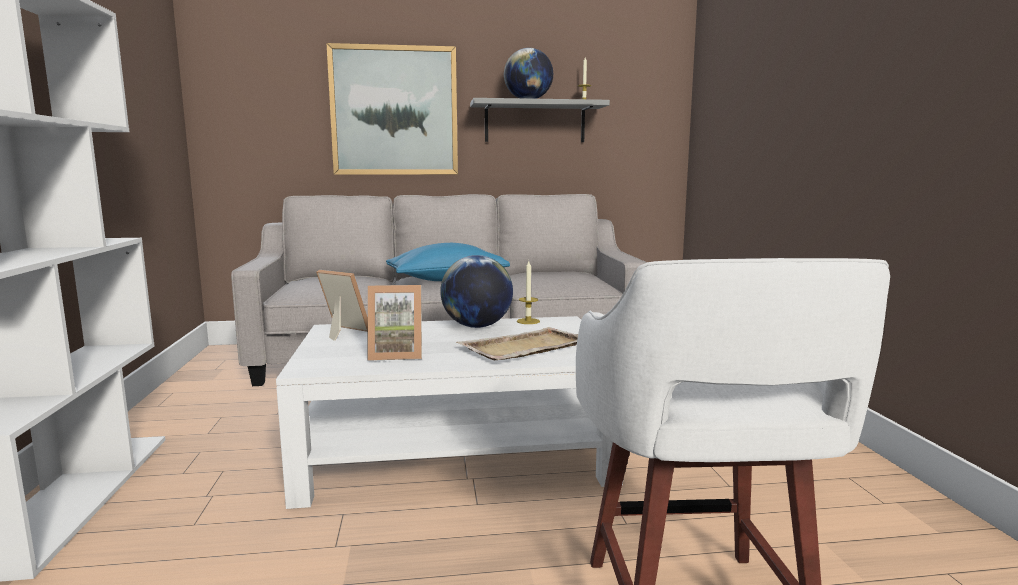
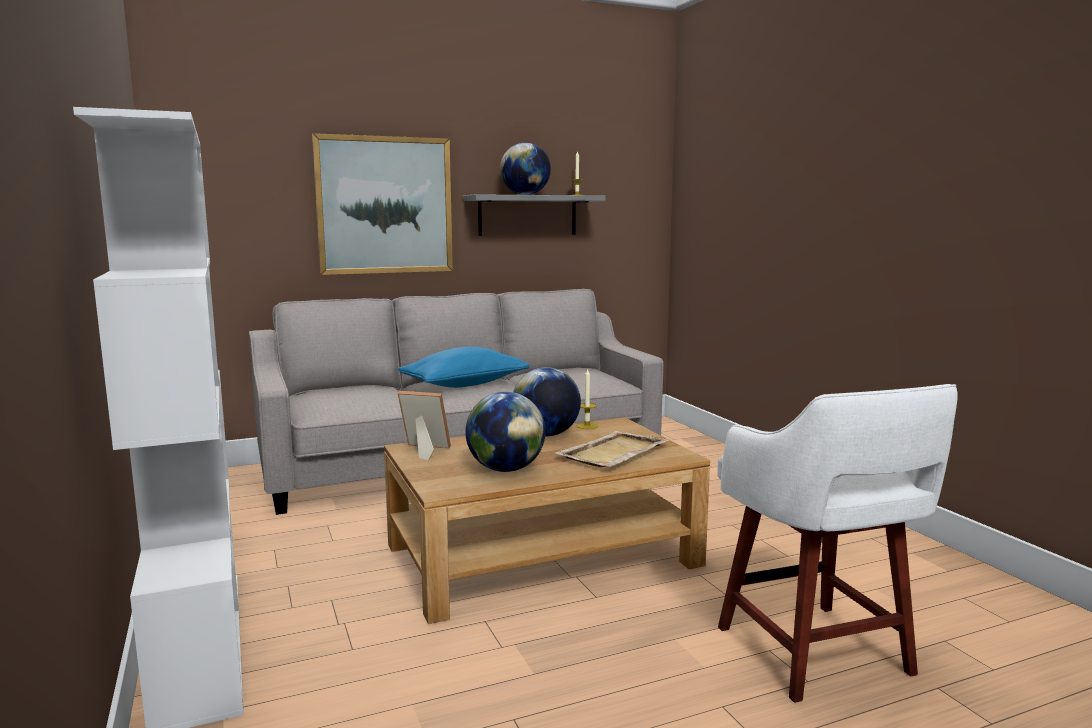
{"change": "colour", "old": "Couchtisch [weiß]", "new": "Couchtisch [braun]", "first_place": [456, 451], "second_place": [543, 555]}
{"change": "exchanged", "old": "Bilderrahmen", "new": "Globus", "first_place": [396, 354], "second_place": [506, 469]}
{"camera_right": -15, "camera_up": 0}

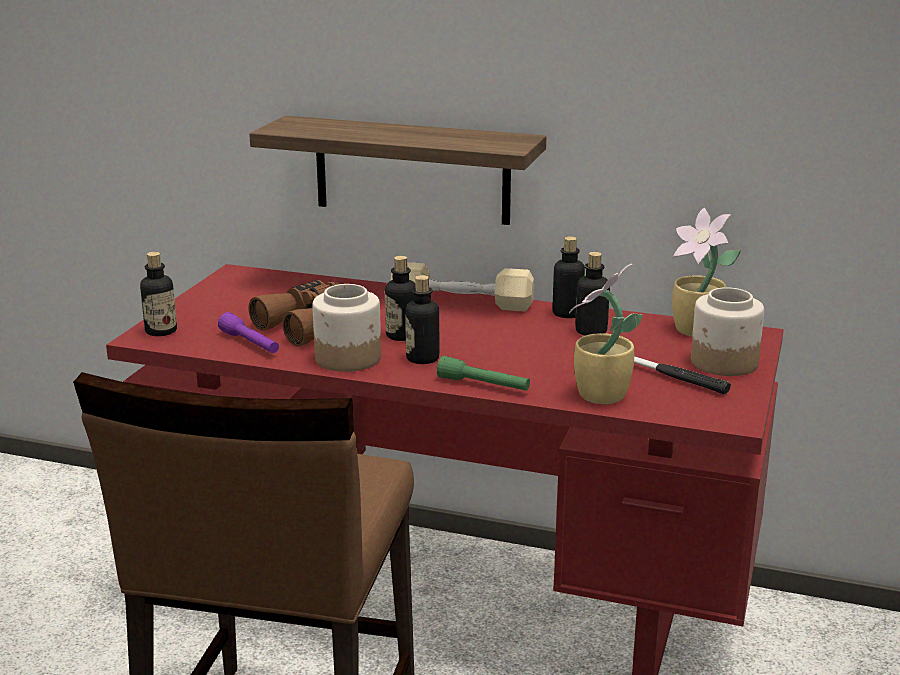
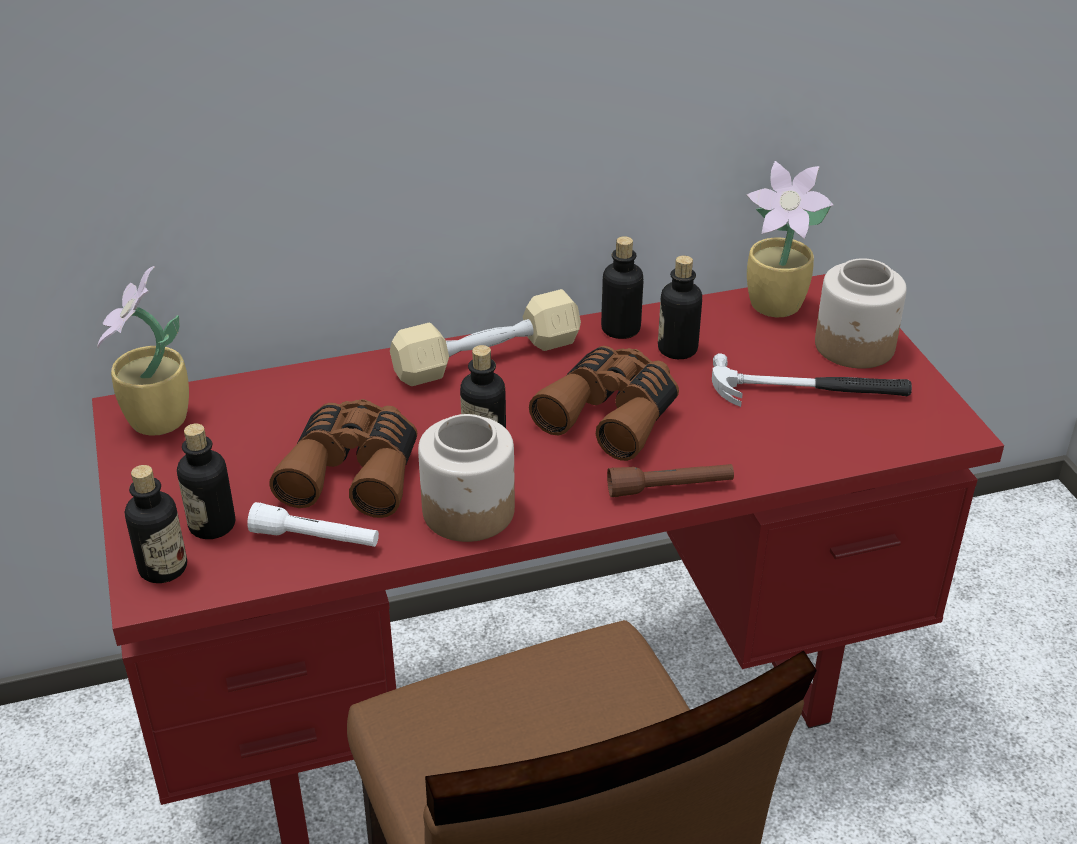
{"change": "colour", "old": "Taschenlampe [lila]", "new": "Taschenlampe [weiß]", "first_place": [250, 344], "second_place": [315, 539]}
{"change": "missing", "old": "Wandregal", "first_place": [412, 170]}
{"change": "relocated", "old": "Flasche", "first_place": [422, 358], "second_place": [212, 525]}
{"change": "colour", "old": "Taschenlampe [grün]", "new": "Taschenlampe [braun]", "first_place": [483, 385], "second_place": [670, 488]}
{"change": "relocated", "old": "Topfpflanze", "first_place": [599, 396], "second_place": [157, 422]}
{"change": "appeared", "new": "Fernglas [braun]", "second_place": [611, 414]}
{"camera_right": -35, "camera_up": 15}

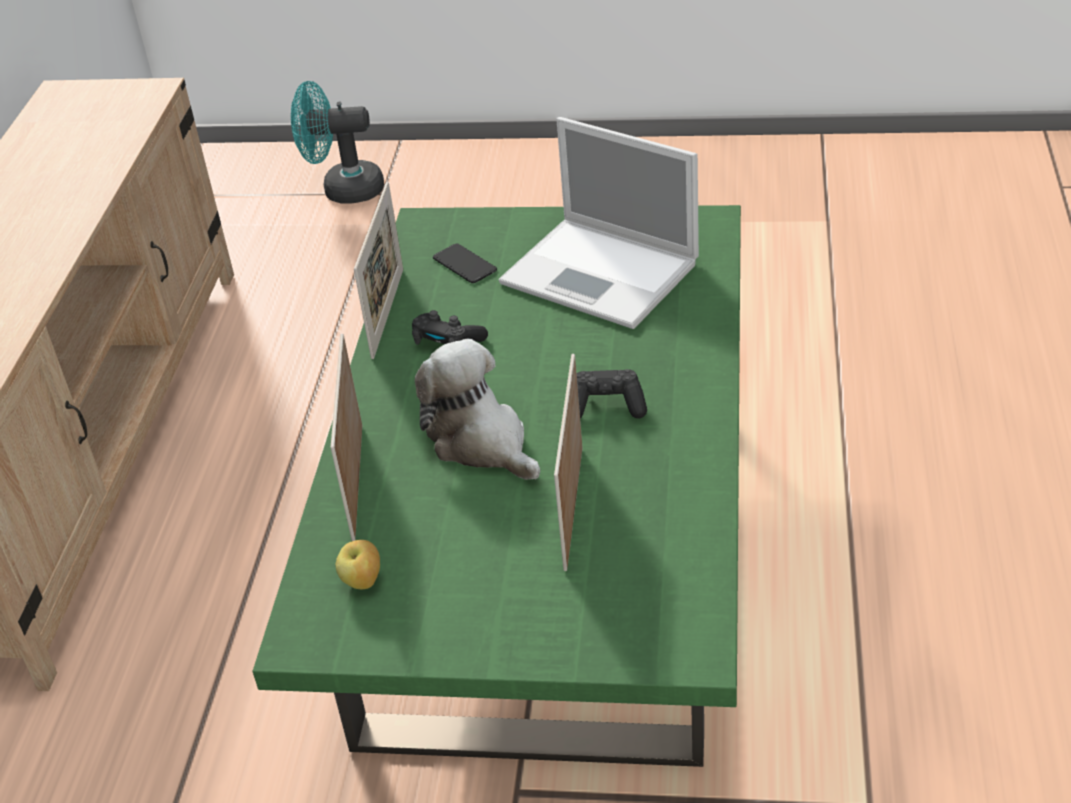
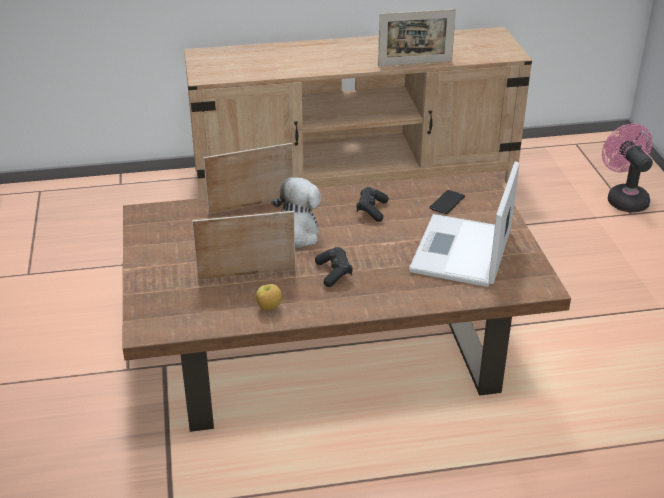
{"change": "colour", "old": "Couchtisch [grün]", "new": "Couchtisch [braun]", "first_place": [555, 558], "second_place": [329, 348]}
{"change": "colour", "old": "Ventilator [türkis]", "new": "Ventilator [rosa]", "first_place": [343, 190], "second_place": [623, 198]}
{"change": "relocated", "old": "Apfel", "first_place": [363, 582], "second_place": [269, 307]}
{"change": "relocated", "old": "Bilderrahmen", "first_place": [387, 312], "second_place": [415, 63]}
{"camera_right": 70, "camera_up": -5}

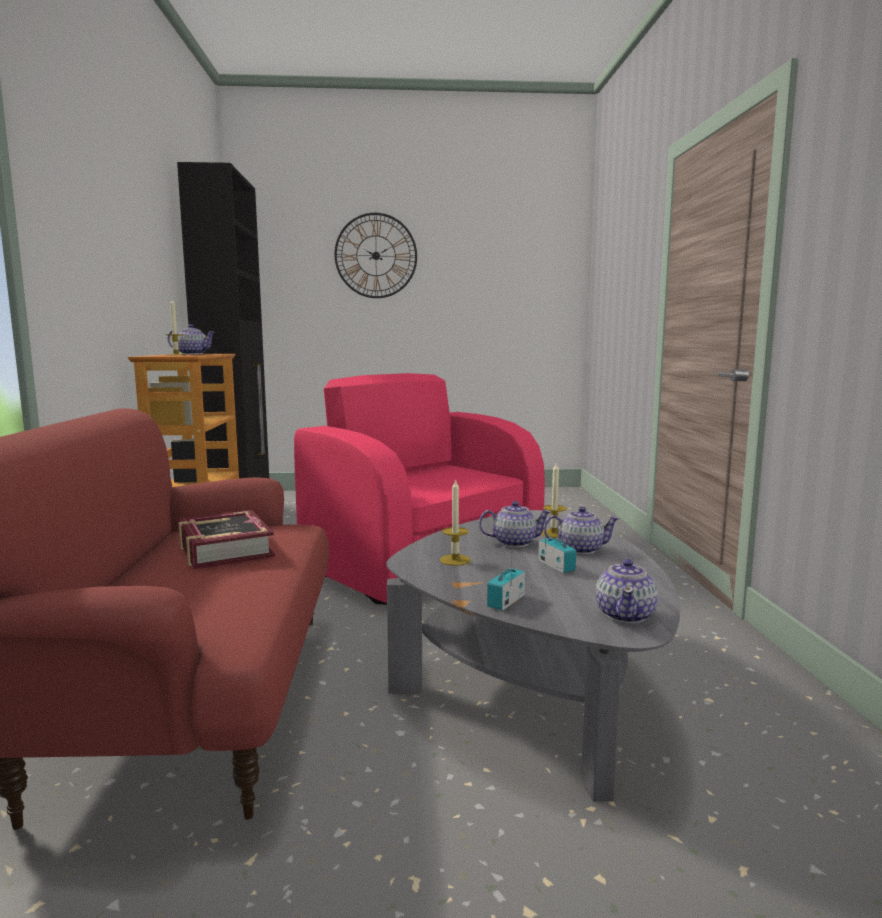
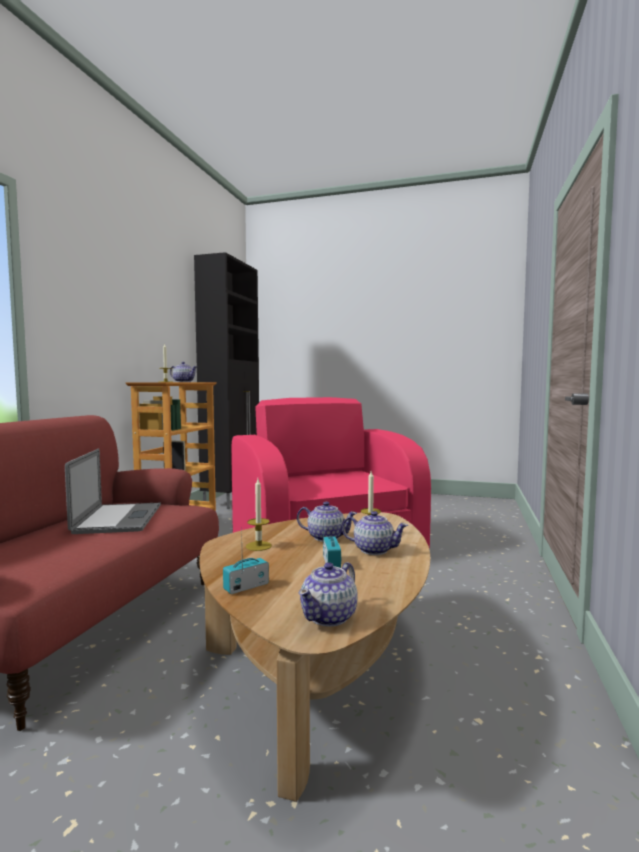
{"change": "exchanged", "old": "Buch", "new": "Laptop", "first_place": [224, 549], "second_place": [118, 518]}
{"change": "missing", "old": "Wanduhr", "first_place": [376, 256]}
{"change": "colour", "old": "Couchtisch [grau]", "new": "Couchtisch [braun]", "first_place": [531, 684], "second_place": [323, 667]}
{"camera_right": 20, "camera_up": -5}

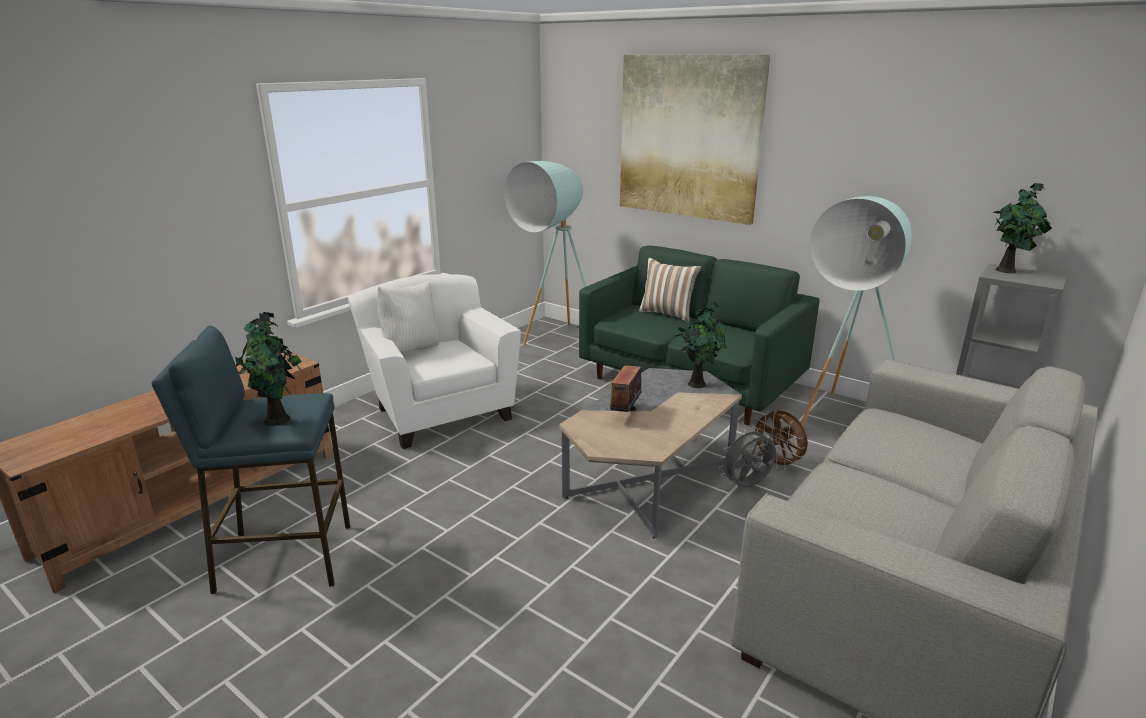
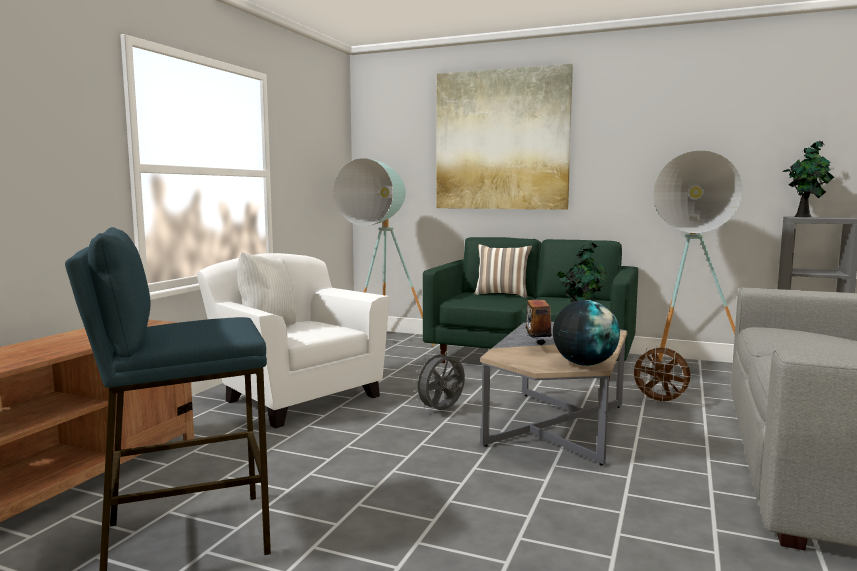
{"change": "missing", "old": "Topfpflanze", "first_place": [279, 420]}
{"change": "relocated", "old": "Ventilator [grau]", "first_place": [746, 487], "second_place": [441, 411]}
{"change": "appeared", "new": "Globus", "second_place": [584, 364]}
{"camera_right": -15, "camera_up": -15}

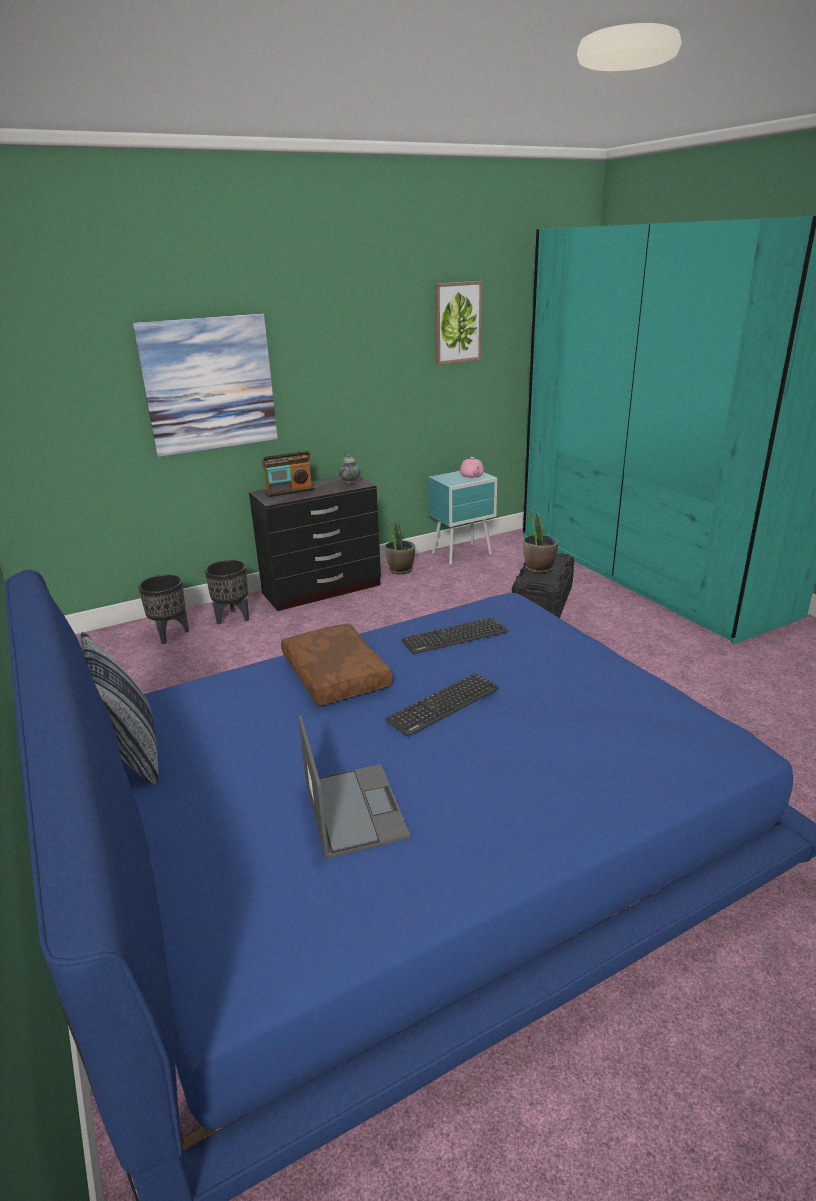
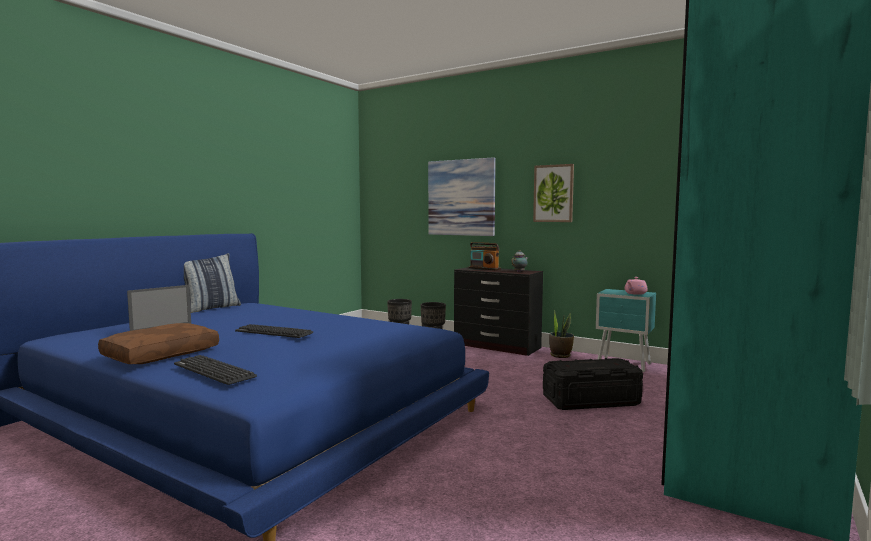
{"change": "relocated", "old": "Kissen [braun]", "first_place": [333, 675], "second_place": [161, 354]}
{"change": "relocated", "old": "Tastatur", "first_place": [455, 636], "second_place": [213, 371]}
{"change": "relocated", "old": "Bild", "first_place": [457, 322], "second_place": [553, 193]}
{"change": "missing", "old": "Topfpflanze", "first_place": [538, 568]}
{"camera_right": 60, "camera_up": -20}

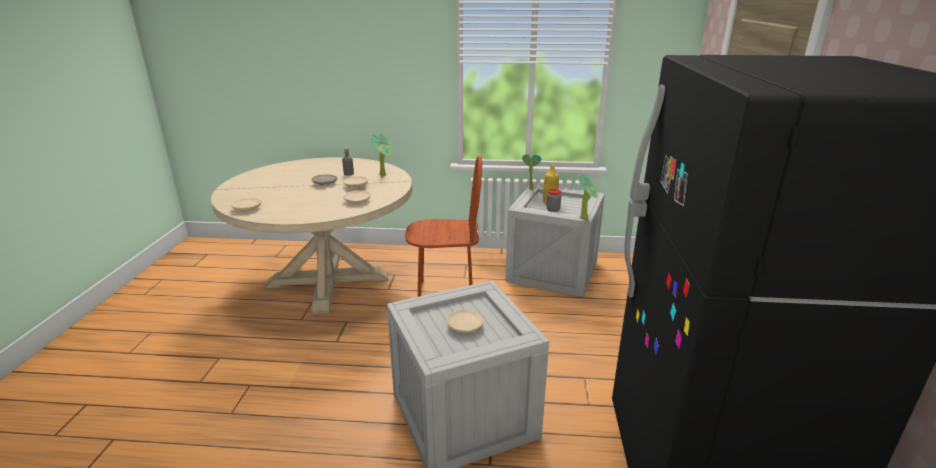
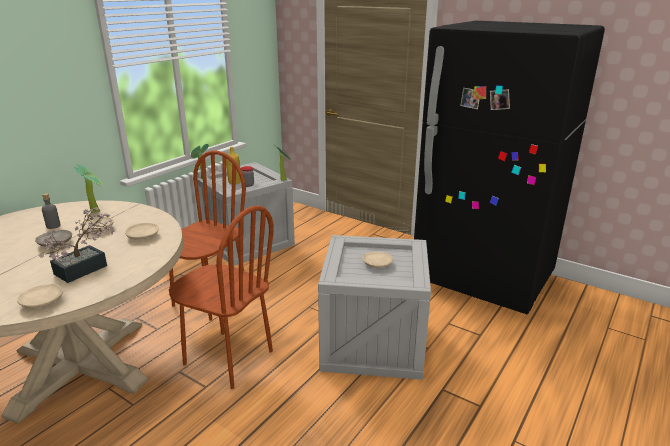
{"change": "appeared", "new": "Topfpflanze", "second_place": [86, 267]}
{"change": "appeared", "new": "Stuhl [braun]", "second_place": [228, 358]}
{"camera_right": -60, "camera_up": 0}

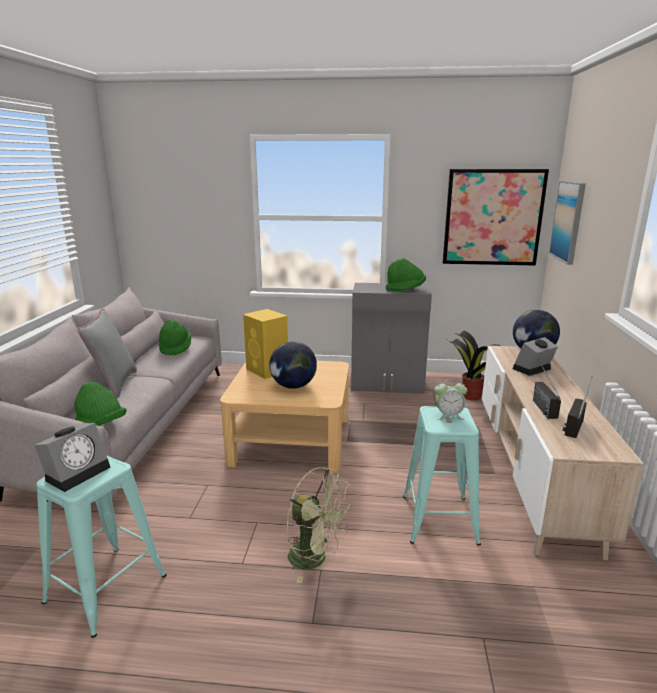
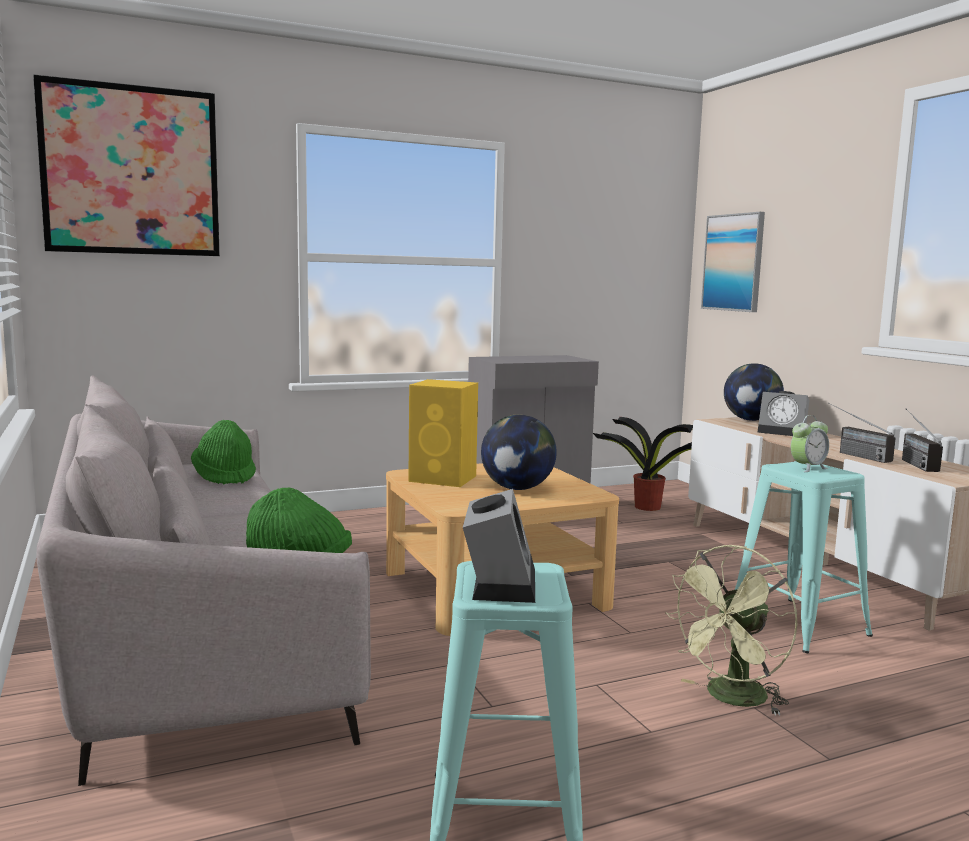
{"change": "missing", "old": "Kissen [grau]", "first_place": [115, 384]}
{"change": "spun", "old": "Ventilator [grün]", "first_place": [315, 559], "second_place": [731, 699], "degrees": 135}
{"change": "missing", "old": "Hut [grün]", "first_place": [405, 289]}
{"change": "relocated", "old": "Bild", "first_place": [493, 217], "second_place": [131, 171]}
{"change": "spun", "old": "Wecker", "first_place": [532, 369], "second_place": [783, 432], "degrees": -90}
{"camera_right": -30, "camera_up": -10}

